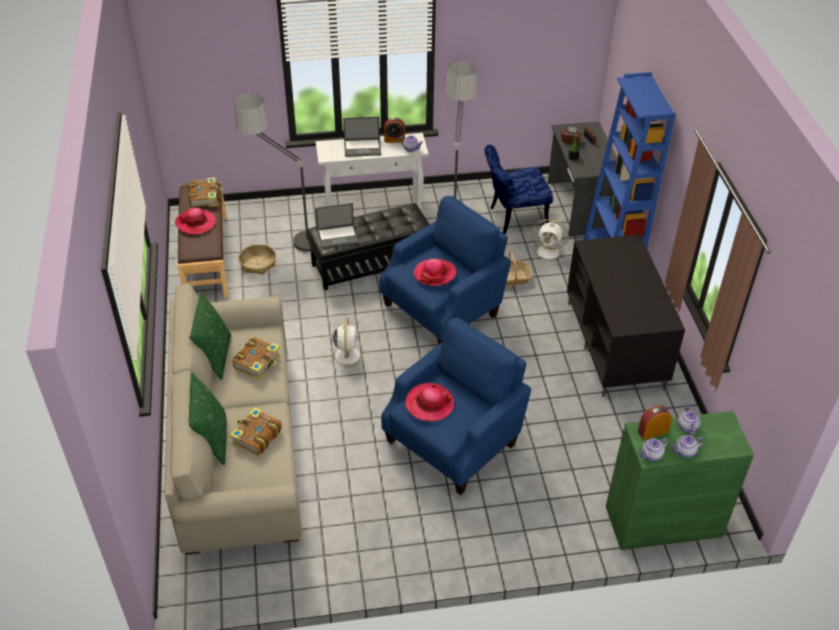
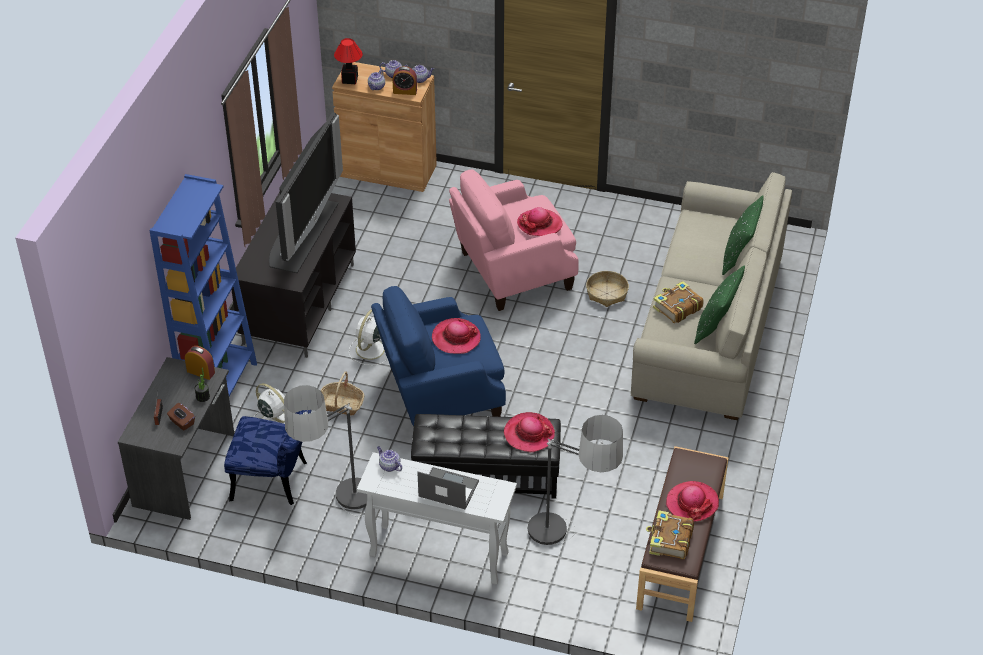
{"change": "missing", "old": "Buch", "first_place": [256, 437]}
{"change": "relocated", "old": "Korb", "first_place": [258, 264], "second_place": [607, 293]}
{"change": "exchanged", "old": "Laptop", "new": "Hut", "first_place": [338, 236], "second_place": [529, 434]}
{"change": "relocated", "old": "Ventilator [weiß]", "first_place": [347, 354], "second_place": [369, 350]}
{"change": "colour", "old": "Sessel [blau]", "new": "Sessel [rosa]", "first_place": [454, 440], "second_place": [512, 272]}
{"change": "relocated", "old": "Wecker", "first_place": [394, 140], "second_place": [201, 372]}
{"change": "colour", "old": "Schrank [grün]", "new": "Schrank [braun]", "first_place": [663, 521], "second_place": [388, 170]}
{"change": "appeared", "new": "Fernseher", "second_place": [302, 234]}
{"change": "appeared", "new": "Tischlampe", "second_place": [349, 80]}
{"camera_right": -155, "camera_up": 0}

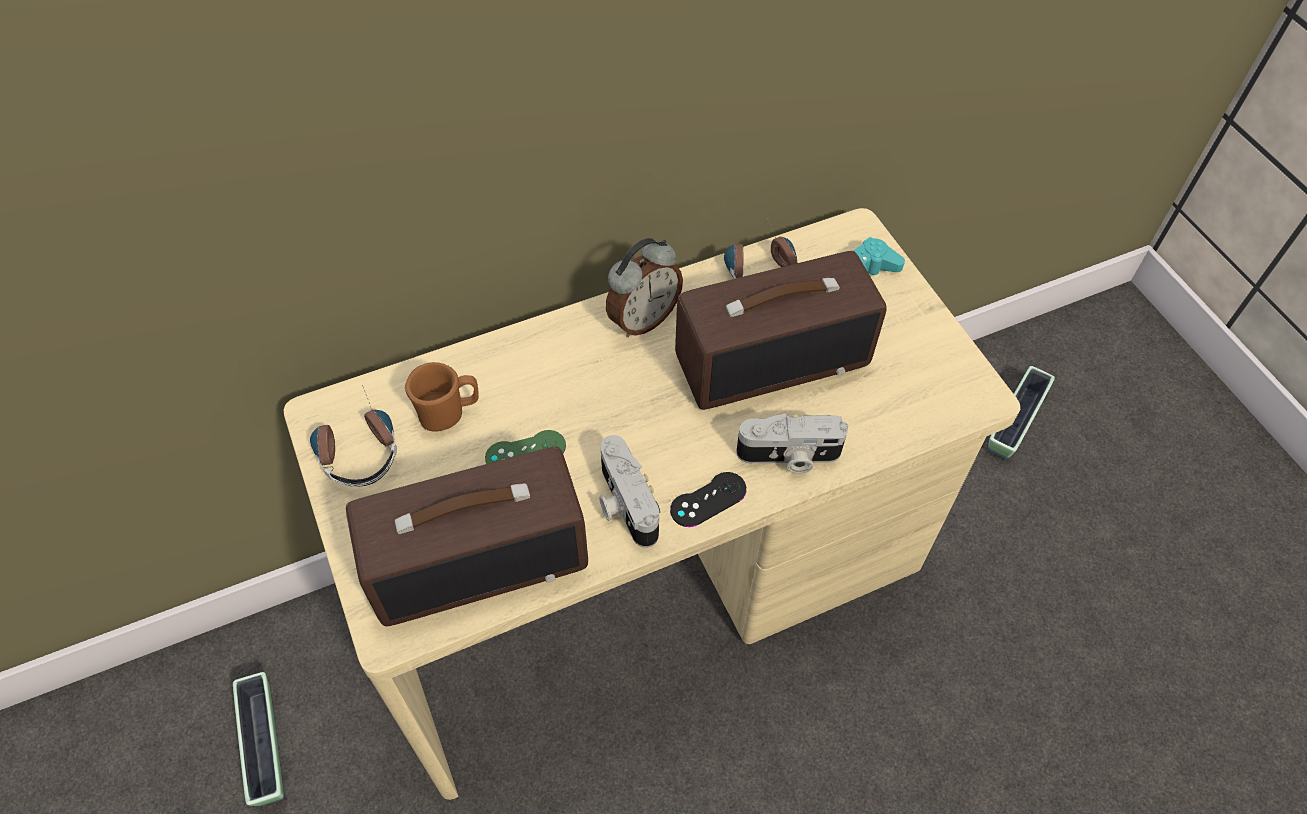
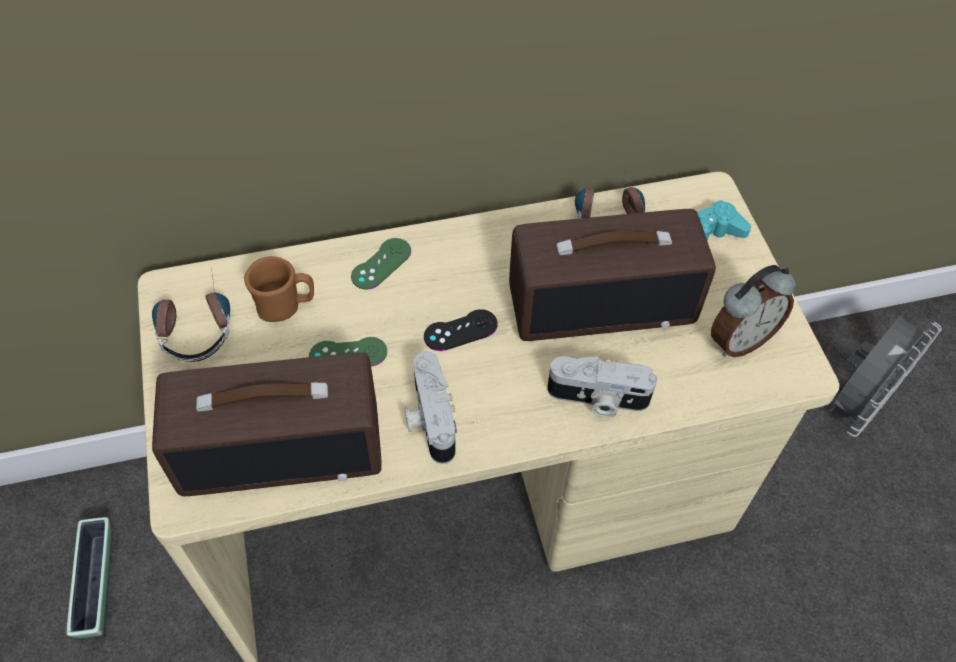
{"change": "relocated", "old": "Wecker", "first_place": [642, 319], "second_place": [739, 339]}
{"change": "relocated", "old": "Gamepad [schwarz]", "first_place": [708, 499], "second_place": [460, 330]}
{"change": "exchanged", "old": "Pflanzkübel", "new": "Ventilator [grau]", "first_place": [1015, 422], "second_place": [855, 403]}
{"change": "appeared", "new": "Gamepad [grün]", "second_place": [381, 264]}
{"camera_right": 10, "camera_up": 0}

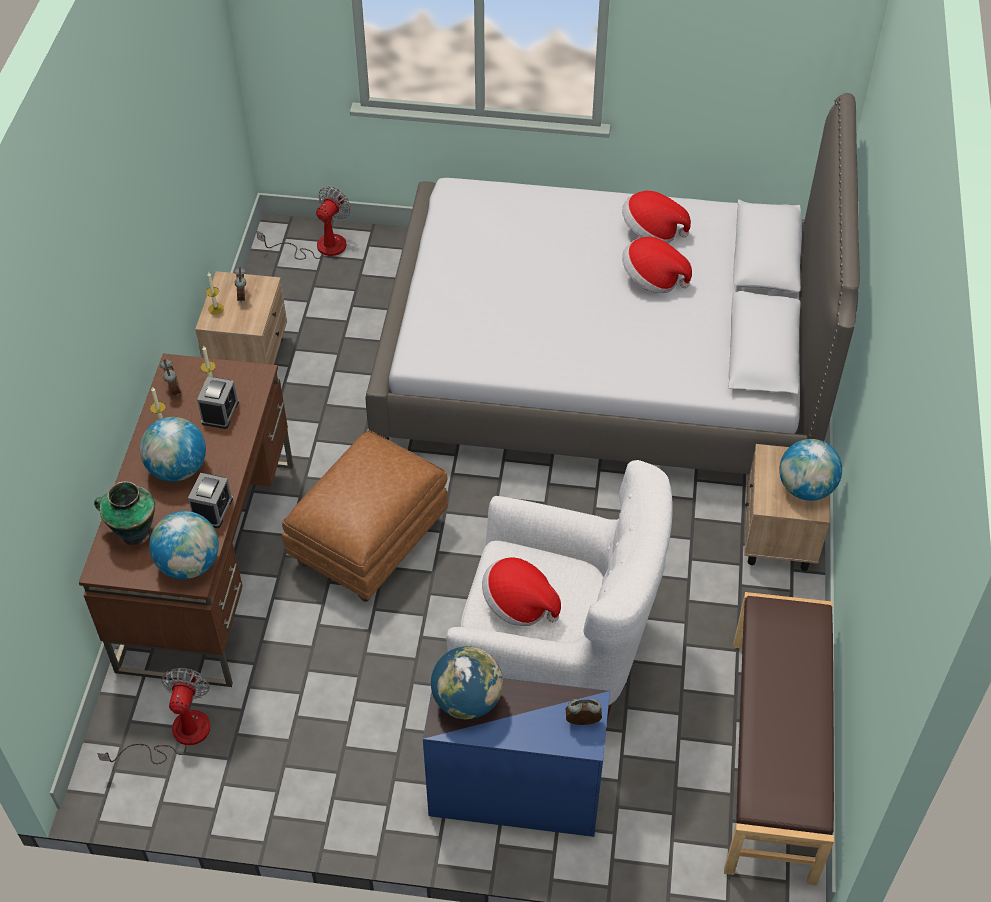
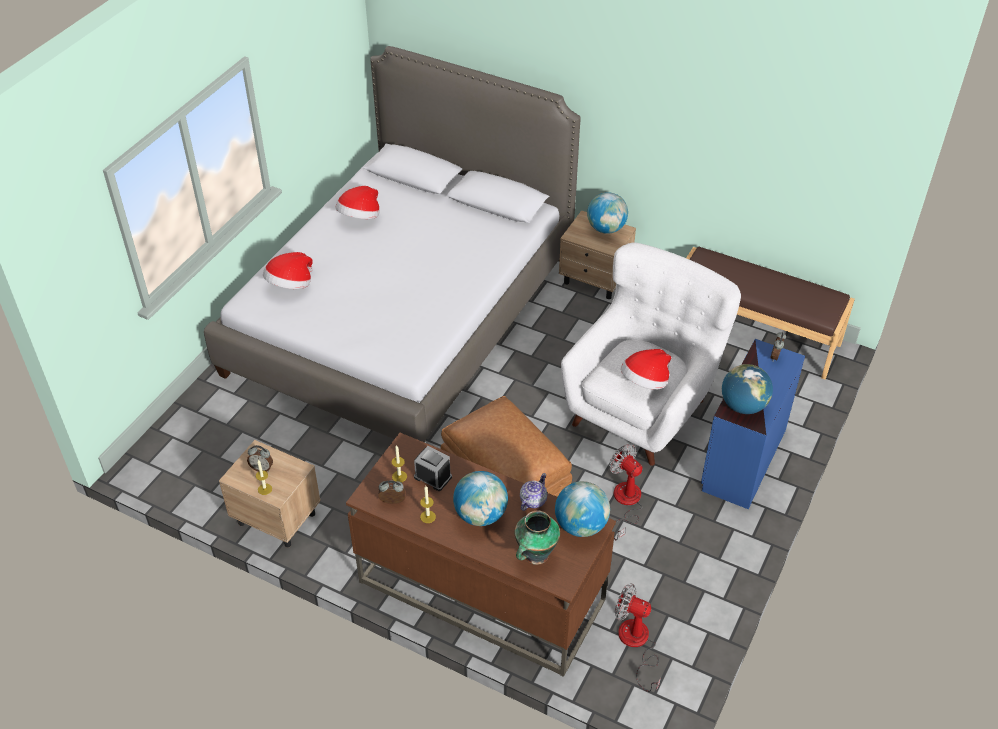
{"change": "exchanged", "old": "Wecker", "new": "Teekanne", "first_place": [213, 510], "second_place": [532, 501]}
{"change": "relocated", "old": "Ventilator", "first_place": [320, 247], "second_place": [625, 502]}
{"change": "relocated", "old": "Hut", "first_place": [652, 279], "second_place": [290, 285]}
{"camera_right": -70, "camera_up": -5}

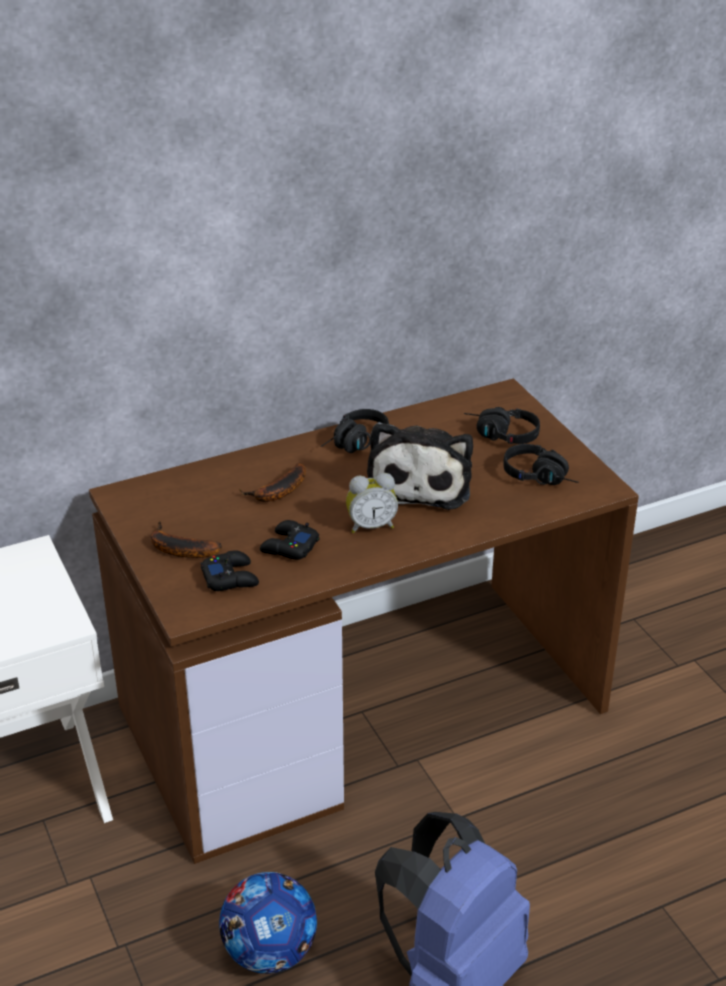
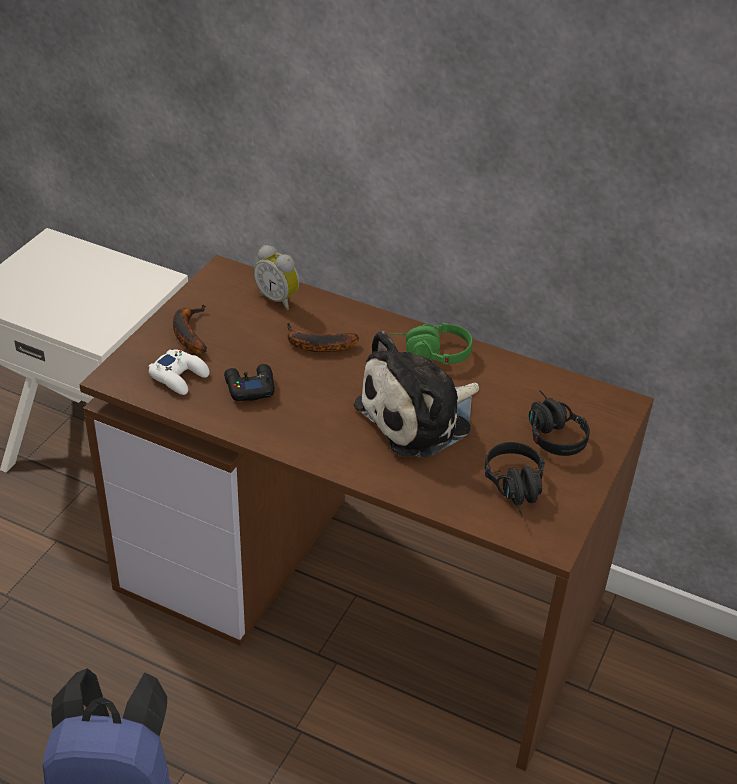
{"change": "colour", "old": "Gamepad [schwarz]", "new": "Gamepad [weiß]", "first_place": [230, 577], "second_place": [179, 376]}
{"change": "missing", "old": "Fußball", "first_place": [270, 952]}
{"change": "colour", "old": "Kopfhörer [schwarz]", "new": "Kopfhörer [grün]", "first_place": [355, 444], "second_place": [429, 353]}
{"change": "relocated", "old": "Wecker", "first_place": [371, 526], "second_place": [278, 299]}
{"camera_right": 50, "camera_up": 5}

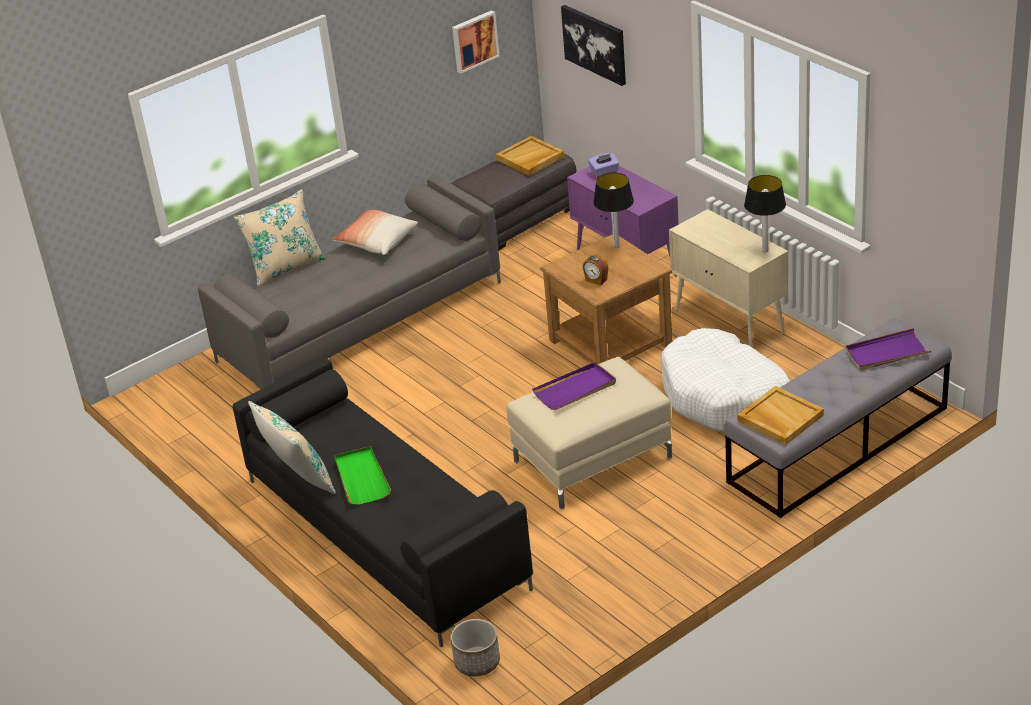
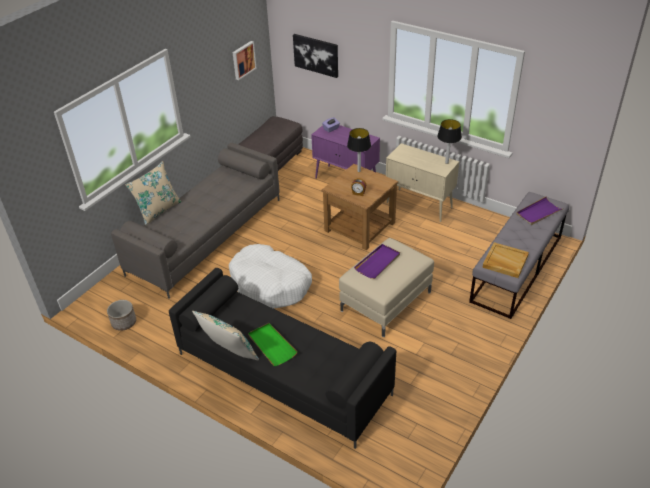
{"change": "missing", "old": "Kissen", "first_place": [376, 242]}
{"change": "relocated", "old": "Pflanzkübel", "first_place": [476, 662], "second_place": [124, 322]}
{"change": "missing", "old": "Tablett [beige]", "first_place": [530, 158]}
{"change": "relocated", "old": "Hundebett [weiß]", "first_place": [725, 397], "second_place": [270, 284]}
{"camera_right": -20, "camera_up": 5}

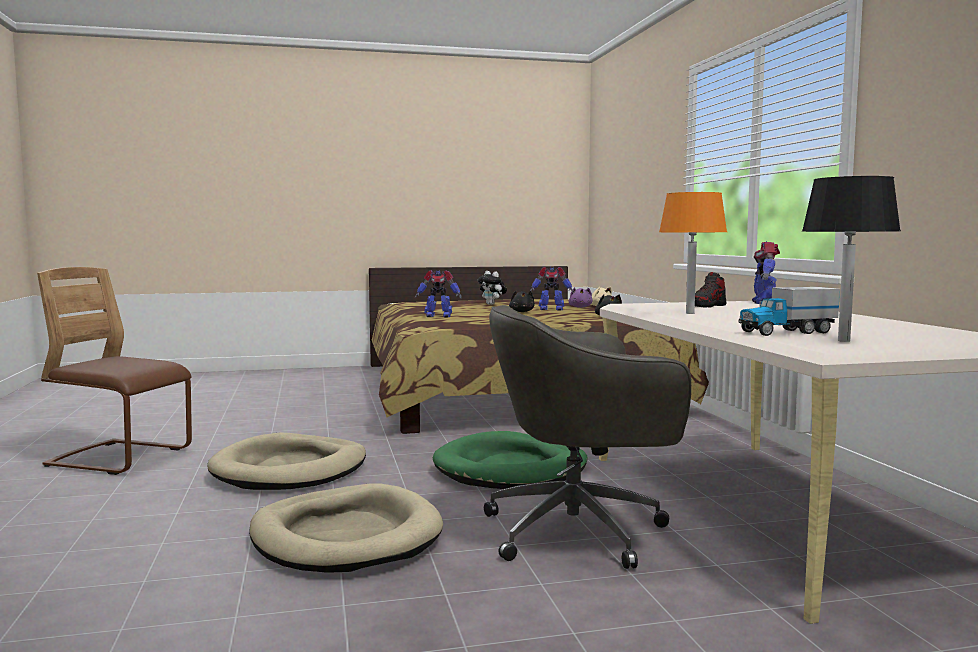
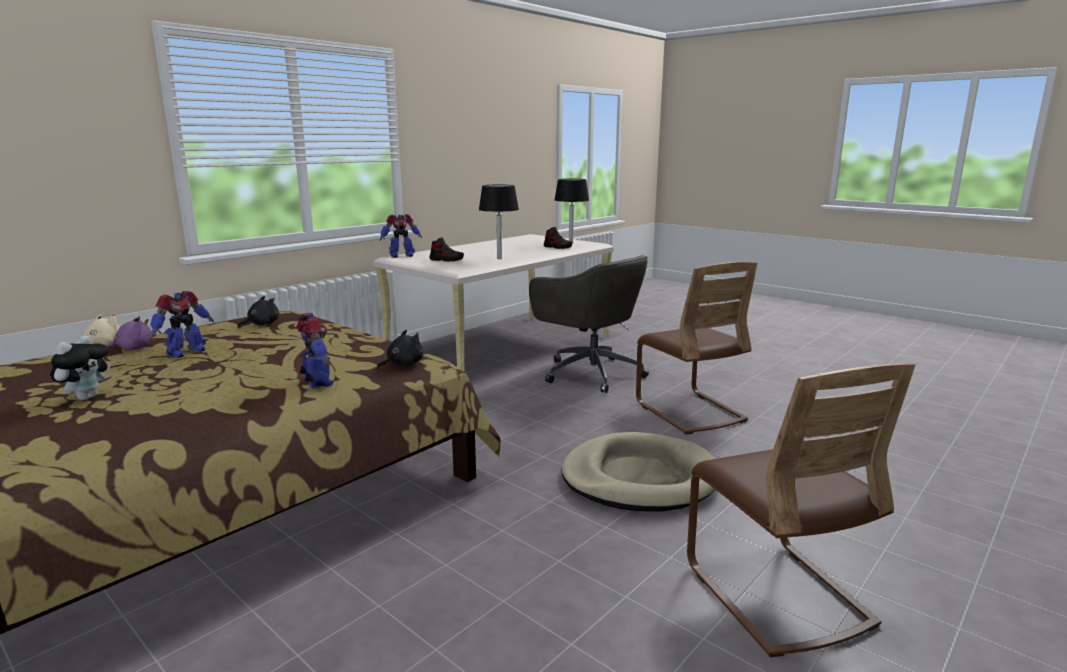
{"change": "exchanged", "old": "Hundebett [beige]", "new": "Stuhl [braun]", "first_place": [346, 536], "second_place": [689, 411]}
{"change": "missing", "old": "Hundebett [grün]", "first_place": [511, 469]}
{"change": "relocated", "old": "Plüschtier [schwarz]", "first_place": [522, 312], "second_place": [403, 364]}
{"change": "spun", "old": "Spielzeugroboter", "first_place": [551, 309], "second_place": [185, 352], "degrees": 60}
{"change": "colour", "old": "Tischlampe [orange]", "new": "Tischlampe [schwarz]", "first_place": [690, 313], "second_place": [499, 258]}
{"change": "exchanged", "old": "Spielzeuglaster", "new": "Schuh", "first_place": [786, 332], "second_place": [557, 247]}
{"camera_right": -125, "camera_up": 10}

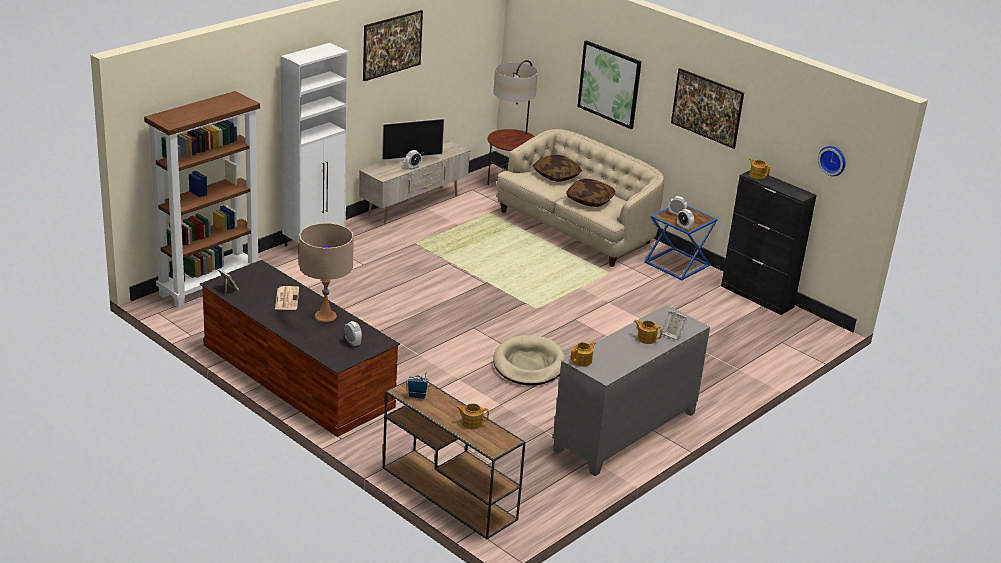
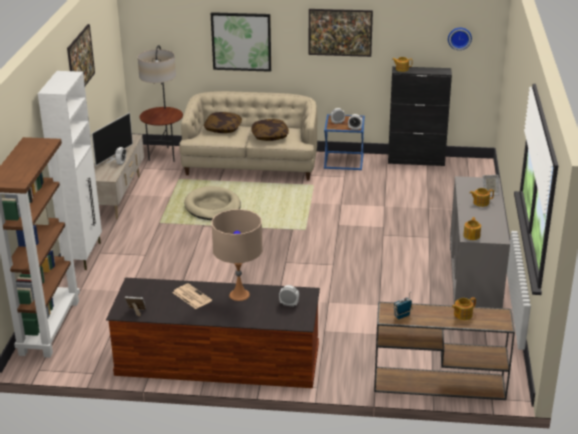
{"change": "relocated", "old": "Hundebett [beige]", "first_place": [529, 364], "second_place": [212, 207]}
{"camera_right": -35, "camera_up": 0}

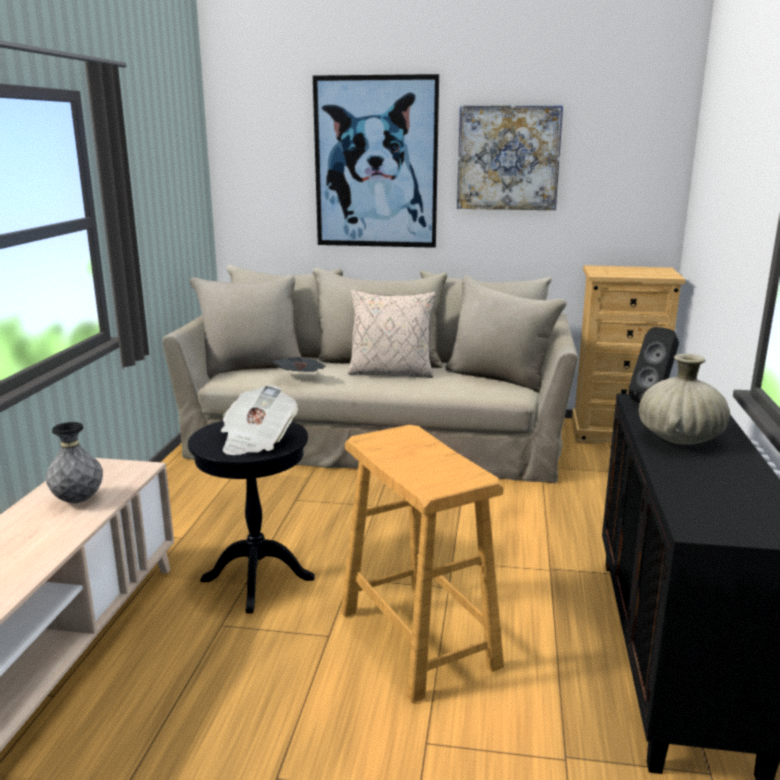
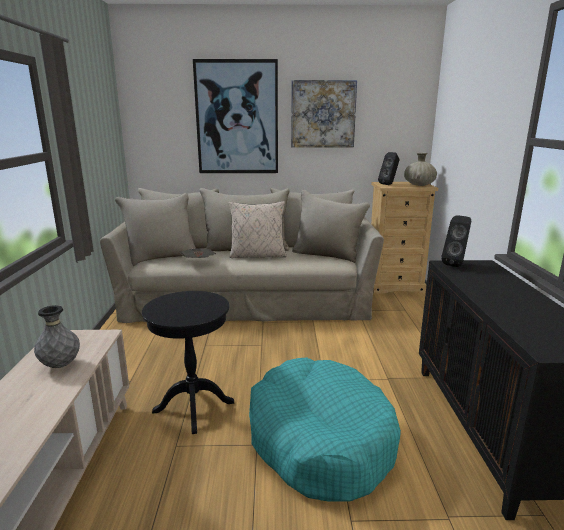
{"change": "missing", "old": "Zeitung", "first_place": [257, 441]}
{"change": "exchanged", "old": "Hocker [beige]", "new": "Hundebett [türkis]", "first_place": [418, 639], "second_place": [319, 439]}
{"change": "relocated", "old": "Vase [beige]", "first_place": [679, 439], "second_place": [419, 185]}
{"change": "appeared", "new": "Lautsprecher [schwarz]", "second_place": [389, 184]}
{"camera_right": -10, "camera_up": 0}

